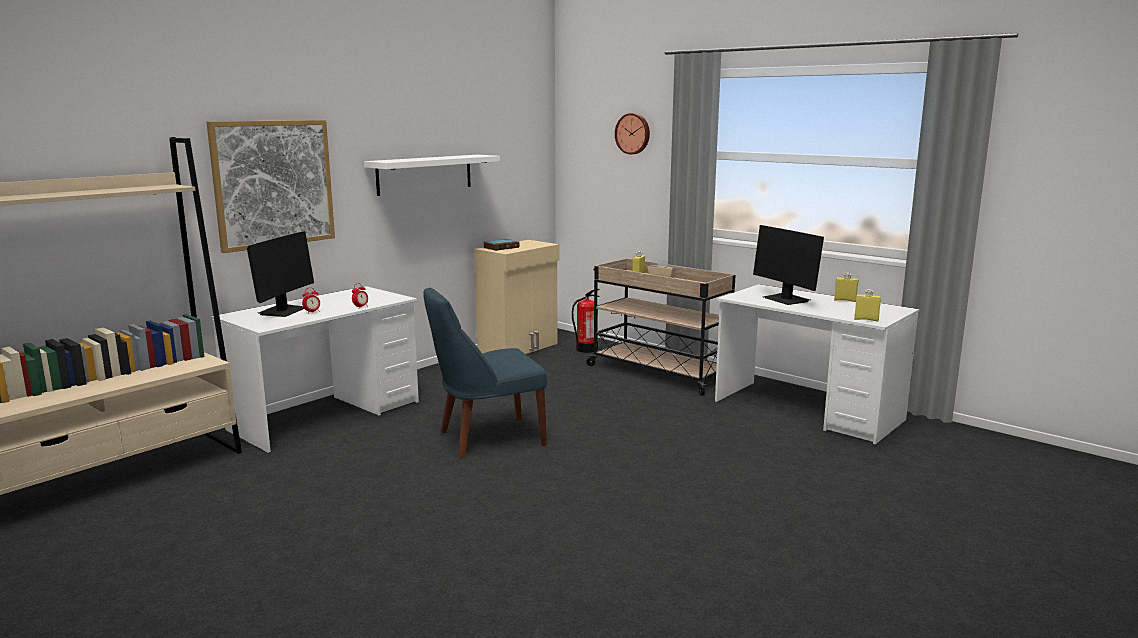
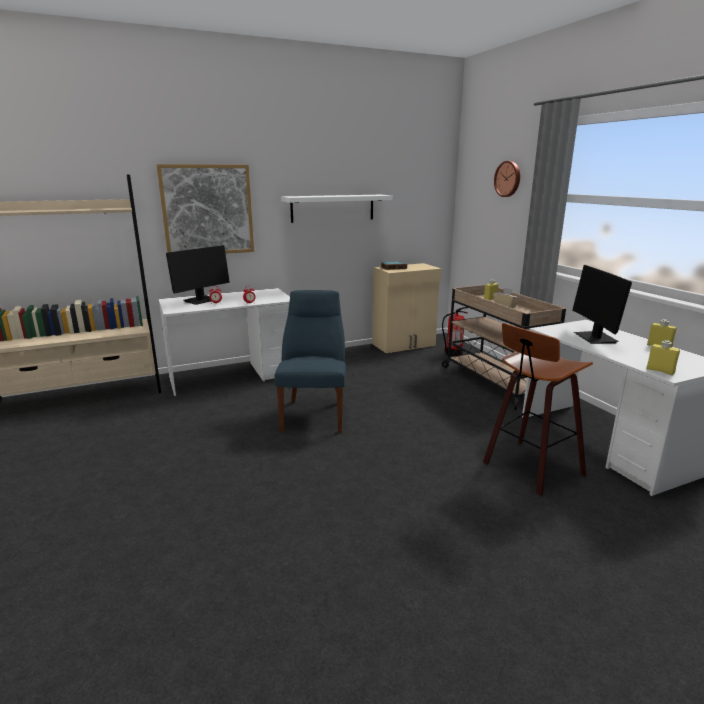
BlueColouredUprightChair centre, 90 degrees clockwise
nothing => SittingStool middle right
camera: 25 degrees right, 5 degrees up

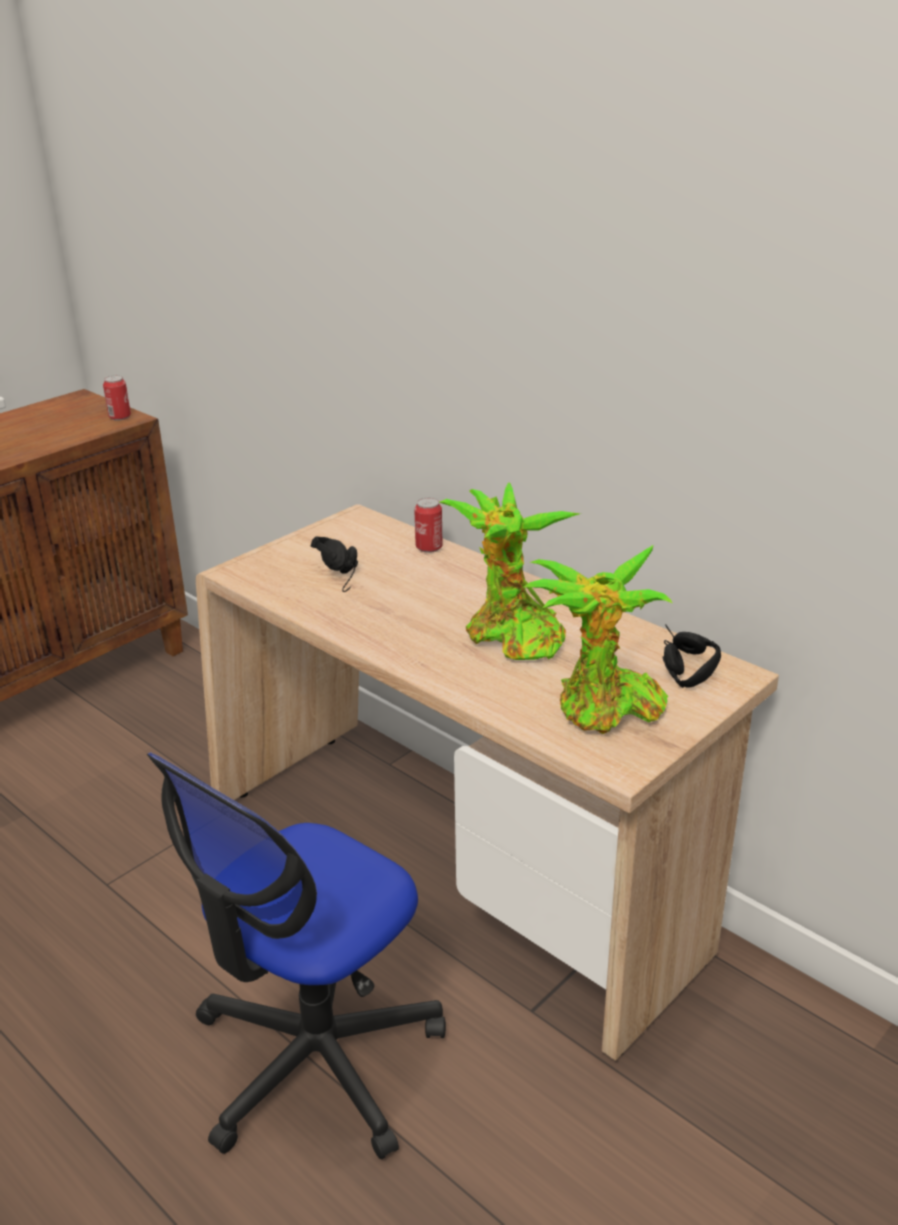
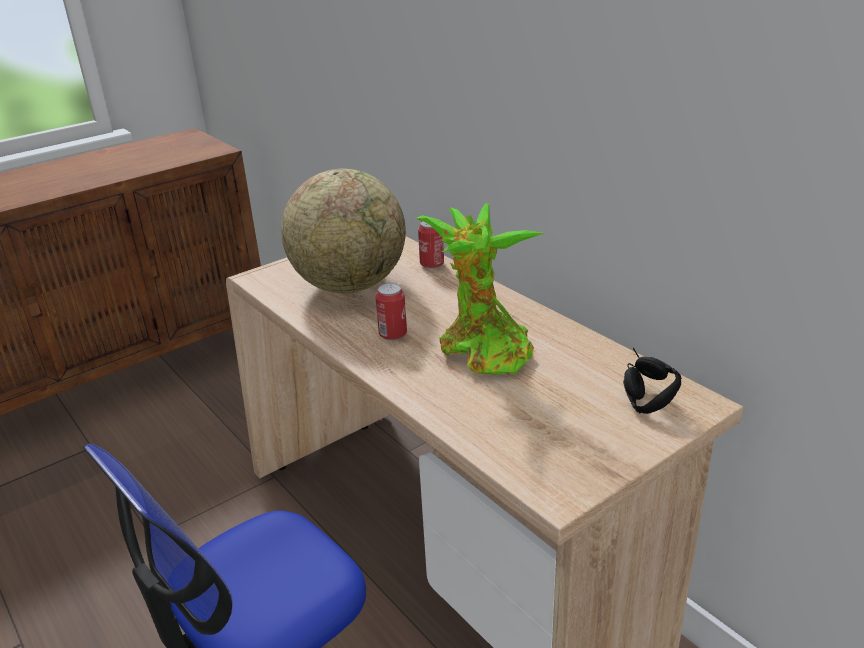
BlackishHeadset (no. 1 from left) centre => DeskGlobe centre
Can (no. 1 from left) top left => Can (no. 1 from left) centre, shifted
Houseplant (no. 2 from left) centre => nothing
camera: 10 degrees right, 0 degrees up

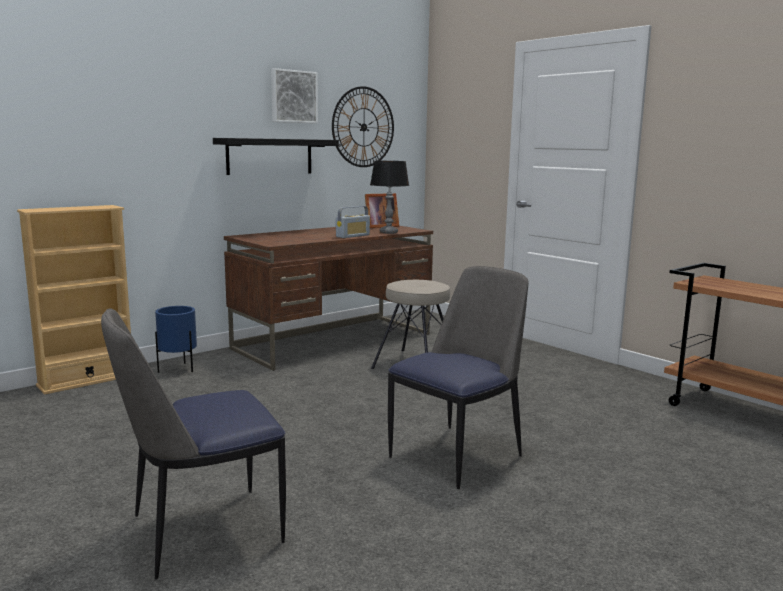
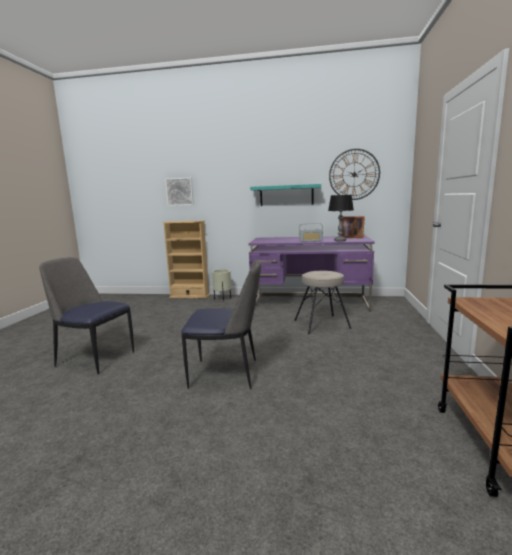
Picture top centre => Picture centre, shifted
BlueColouredPlantPot middle left => BeigePlantPot centre
BrownDeskUnit centre => PurpleDeskUnit centre
BlackishShelf top centre => TurquoiseShelf centre
camera: 50 degrees right, 0 degrees up

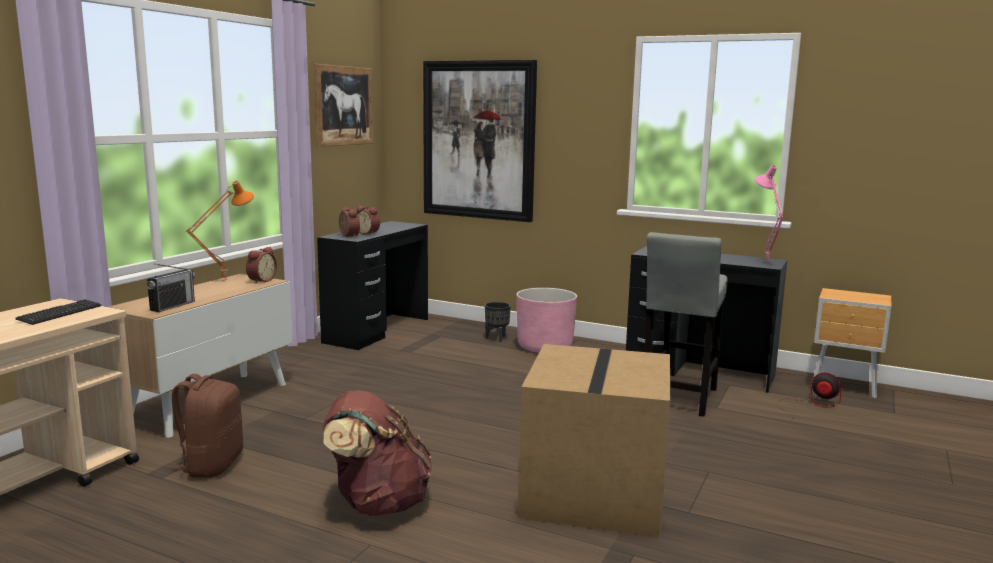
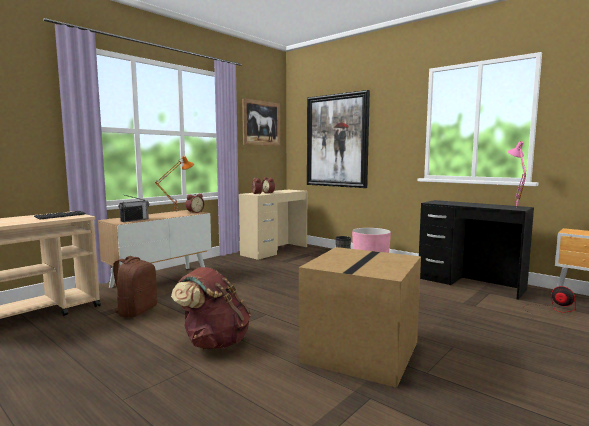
BlackishDeskUnit (no. 1 from left) centre => BeigeDeskUnit centre
GreySittingStool middle right => nothing
camera: 15 degrees right, 5 degrees down

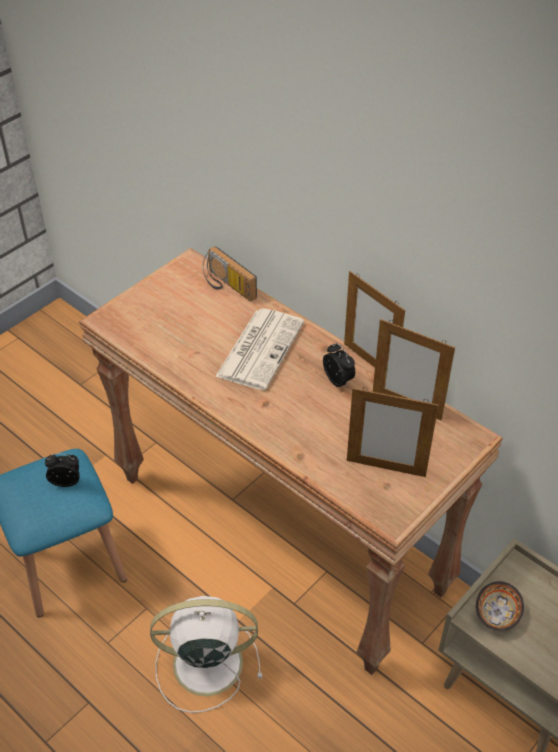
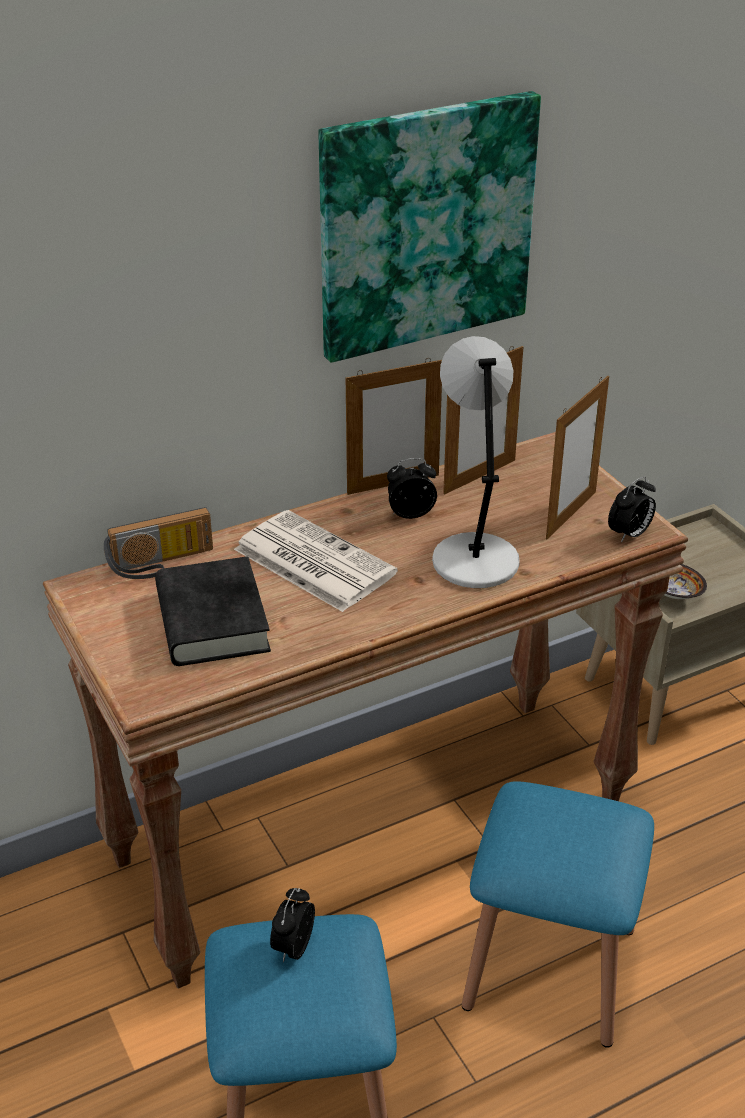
nothing => BlackishBook middle left
nothing => Picture top centre
nothing => GreyLampForATable centre
WhitishElectricFan bottom centre => BlueColouredSittingStool (no. 2 from left) bottom right
nothing => TableClock (no. 3 from left) middle right
camera: 70 degrees left, 10 degrees down

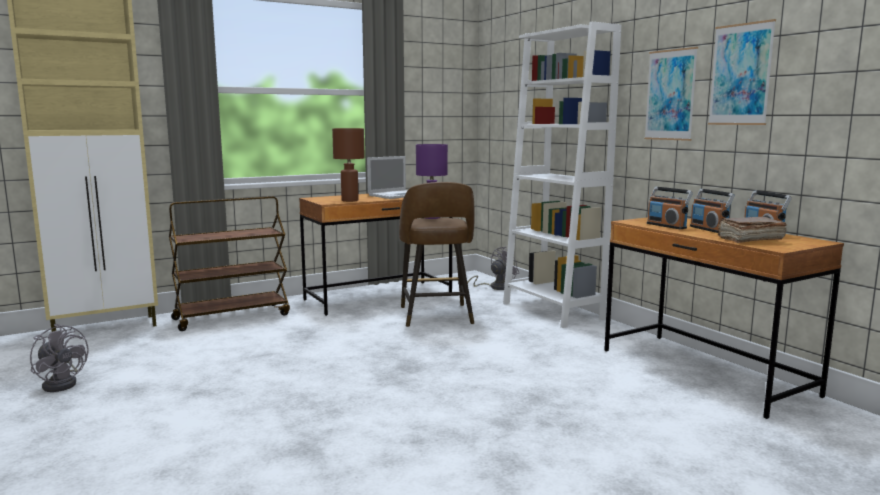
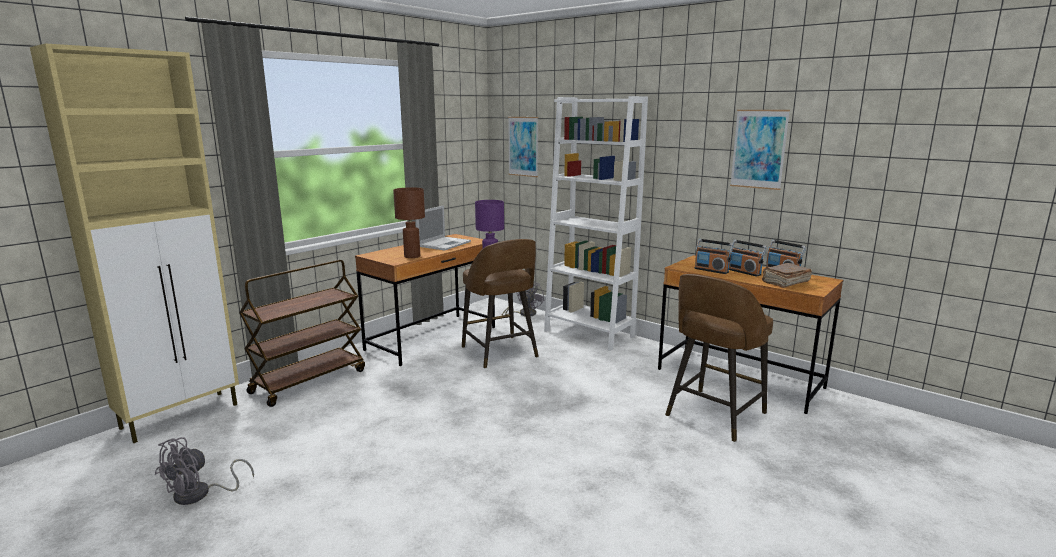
GreyElectricFan (no. 1 from left) bottom left, 105 degrees clockwise
Picture (no. 1 from left) top right => Picture (no. 1 from left) top centre, shifted
nothing => BrownSittingStool (no. 2 from left) middle right
camera: 20 degrees left, 5 degrees up

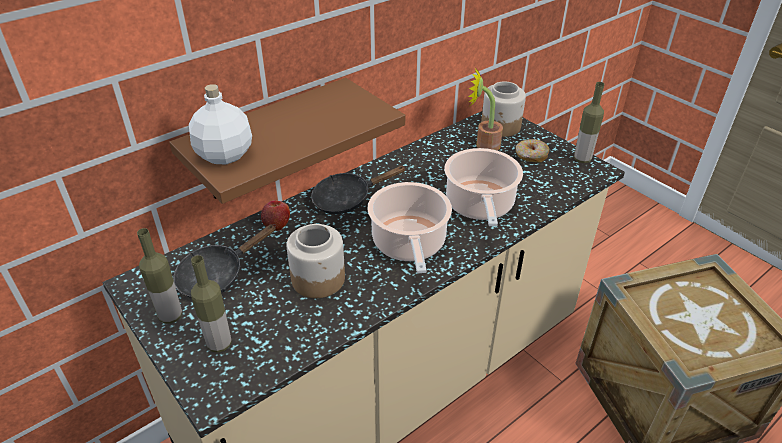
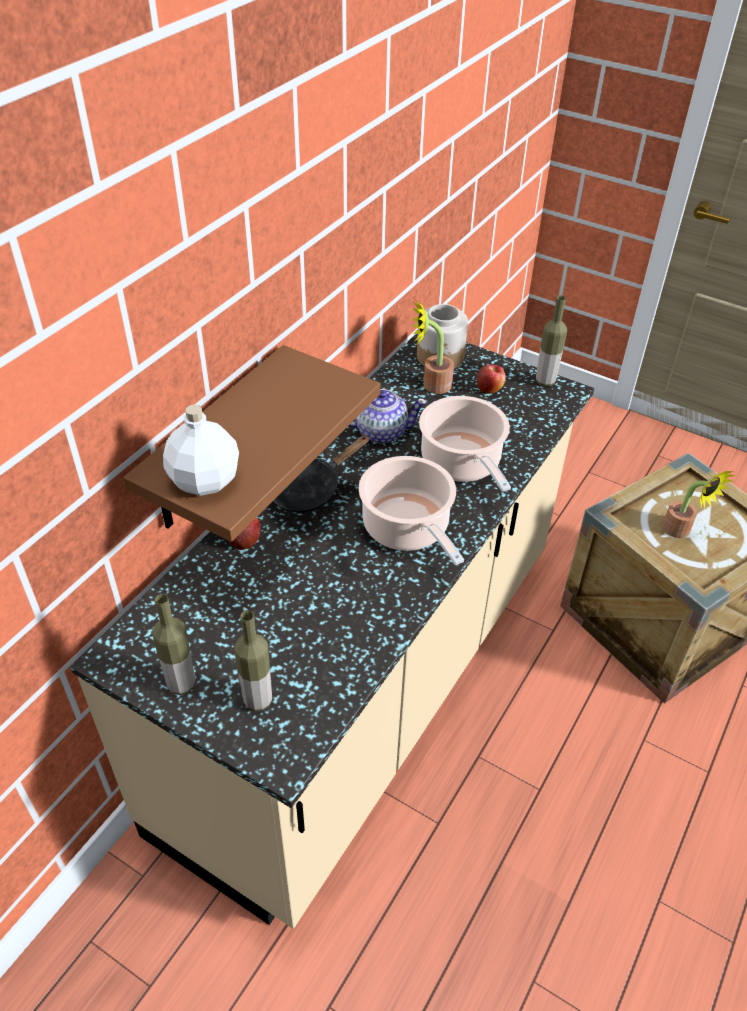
nothing => TeaPot centre
Donut middle right => AppleFruit (no. 2 from left) centre
nothing => Houseplant (no. 2 from left) middle right
BlackishPan (no. 1 from left) middle left => nothing
StorageJar (no. 1 from left) centre => nothing
camera: 20 degrees left, 5 degrees up

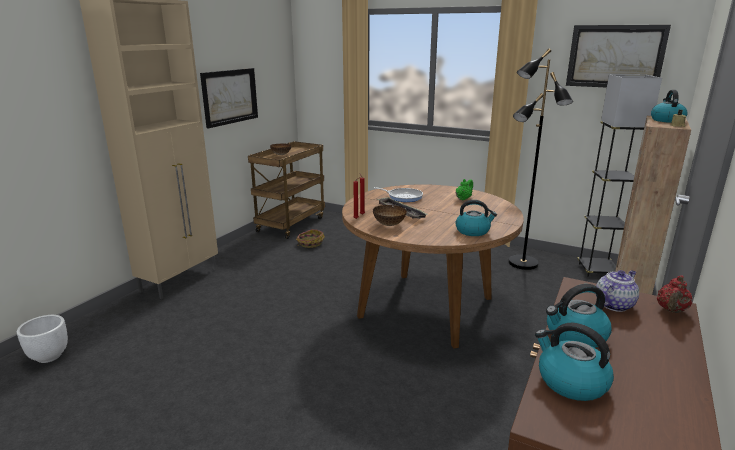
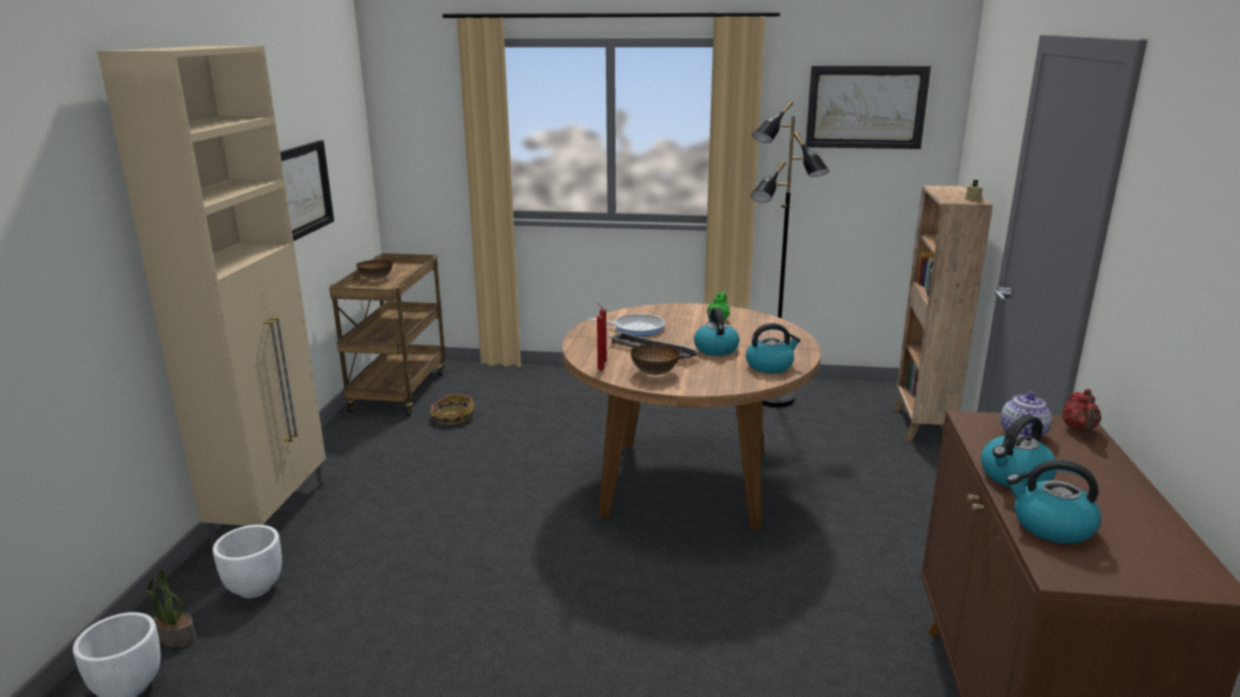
nothing => Houseplant bottom left
nothing => WhitishPlantPot (no. 2 from left) bottom left
Kettle (no. 4 from left in the first image) top right => Kettle (no. 1 from left) centre, shifted
BlackishStandingLamp (no. 2 from left) middle right => nothing
camera: 20 degrees left, 0 degrees up

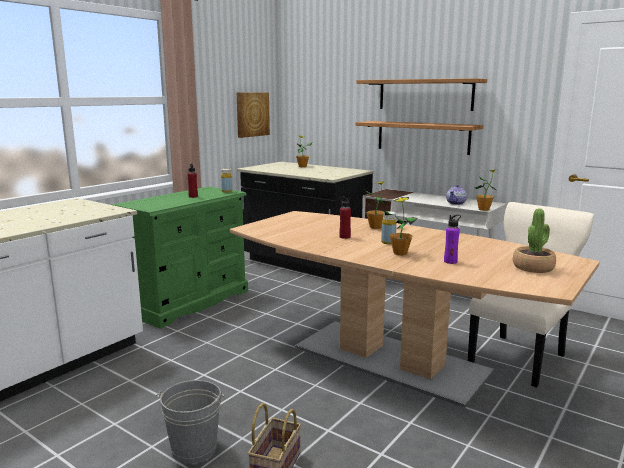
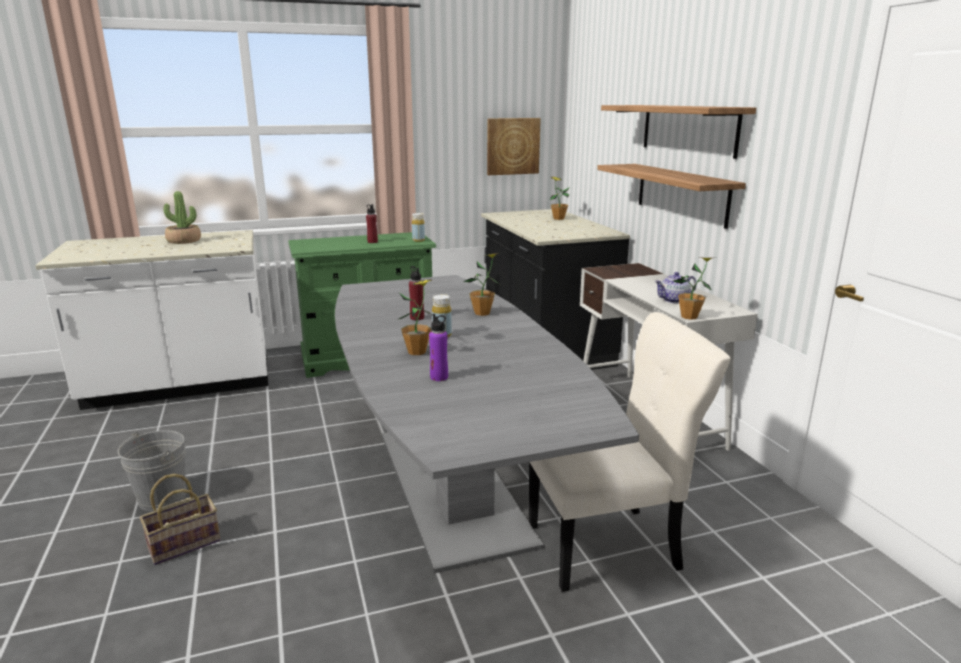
Houseplant (no. 5 from left in the first image) middle right => Houseplant (no. 1 from left) top left, shifted
BrownDinnerTable centre => GreyDinnerTable centre
camera: 35 degrees right, 5 degrees up

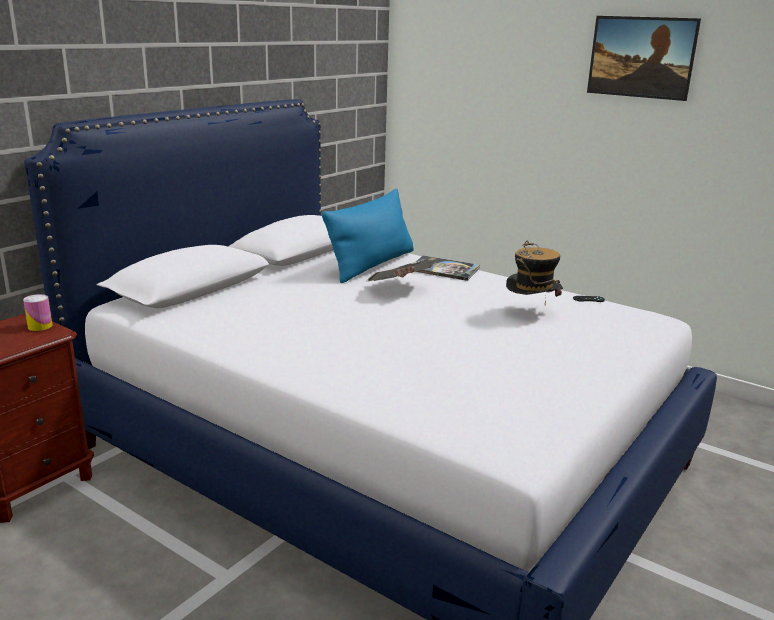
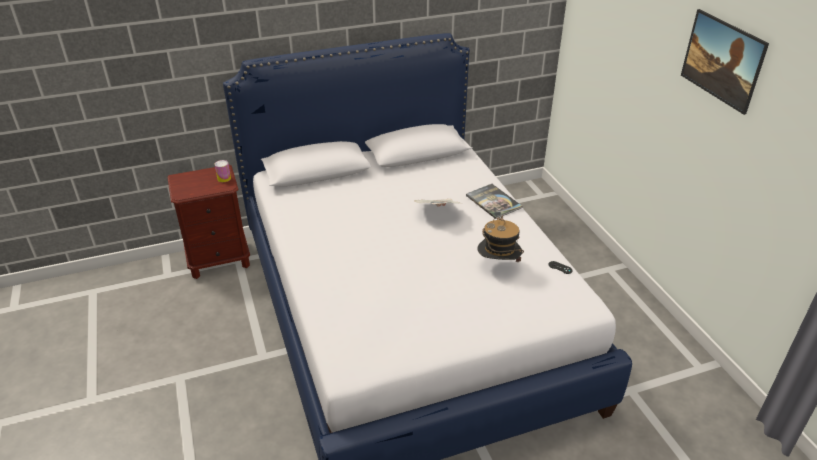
BlueColouredCushion centre => nothing
camera: 35 degrees right, 15 degrees up

